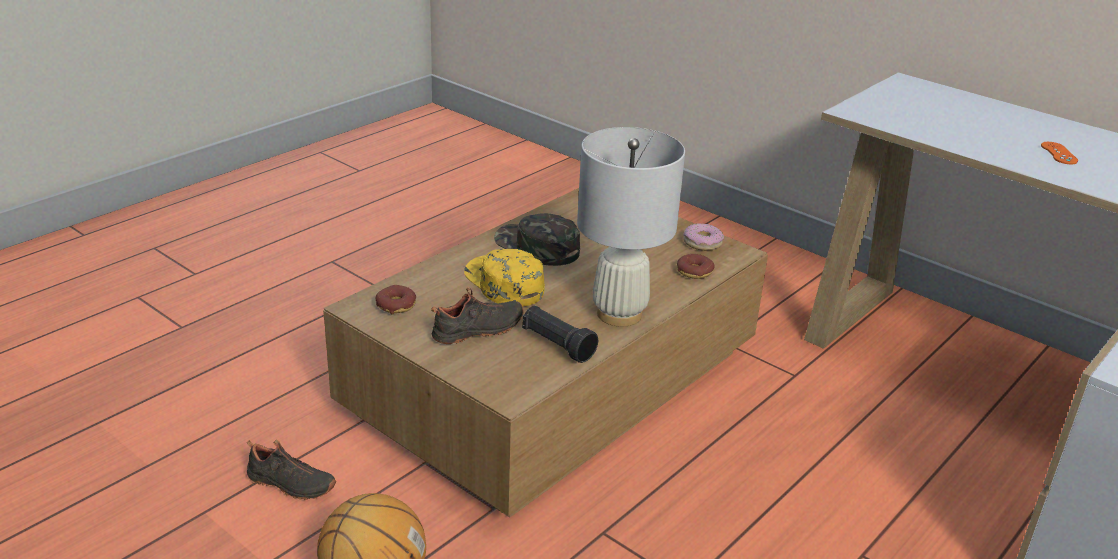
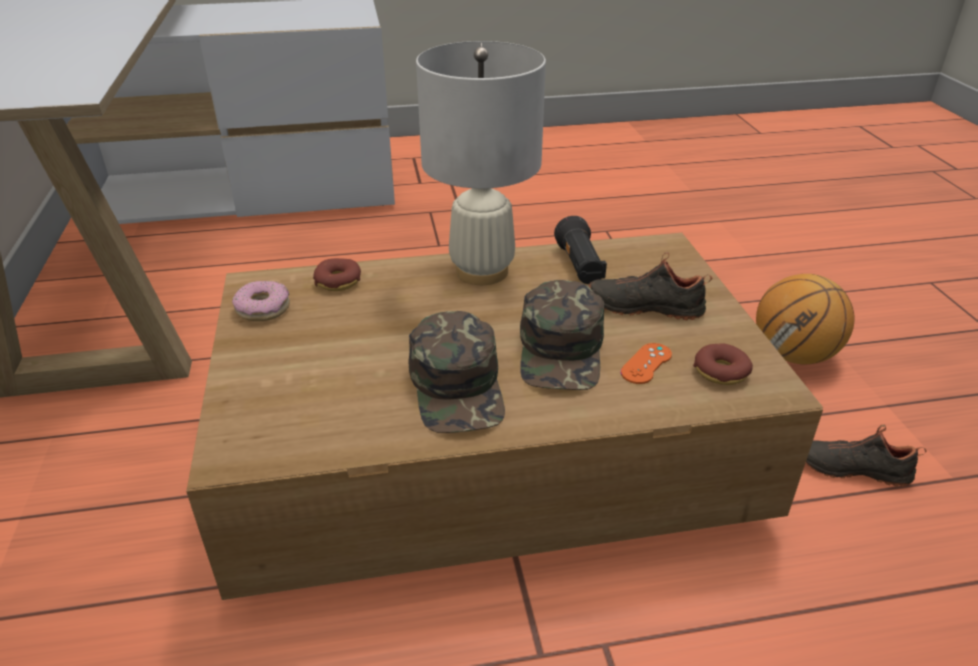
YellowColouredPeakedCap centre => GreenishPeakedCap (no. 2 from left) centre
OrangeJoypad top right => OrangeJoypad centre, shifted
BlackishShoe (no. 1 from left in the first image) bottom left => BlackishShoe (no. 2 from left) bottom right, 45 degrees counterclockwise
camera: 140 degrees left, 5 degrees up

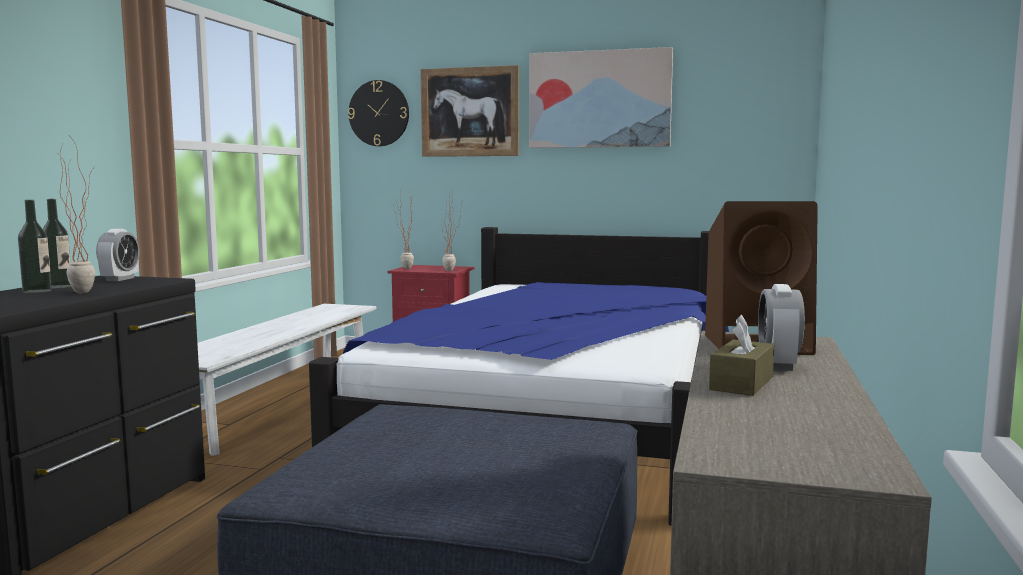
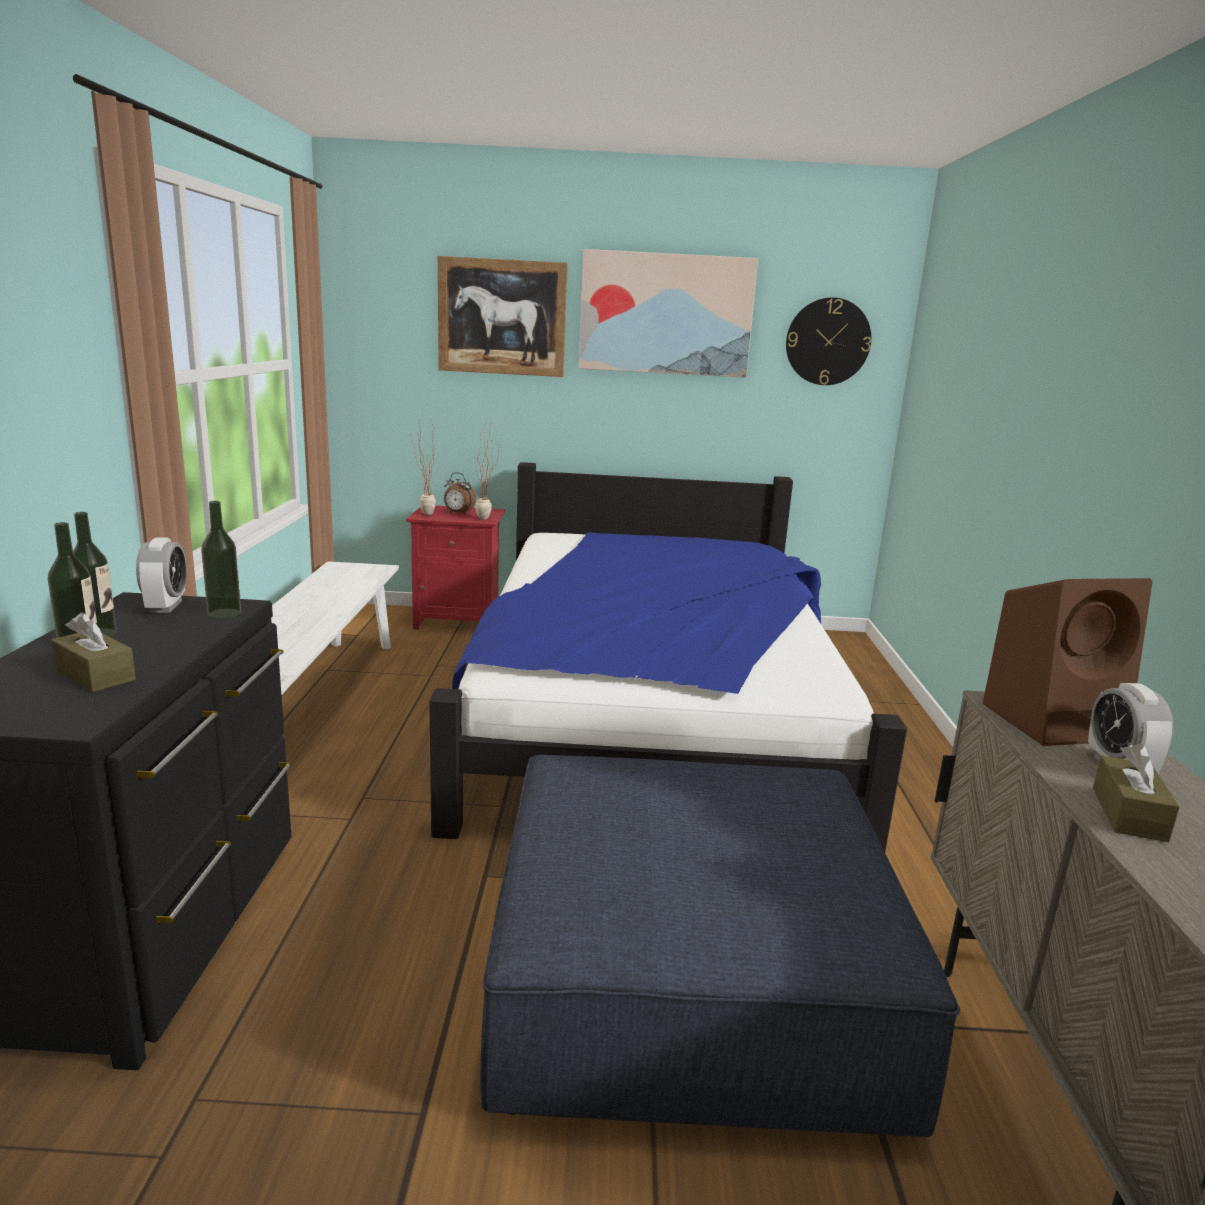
nothing => BrownBoxOfTissues (no. 1 from left) middle left
nothing => Bottle (no. 3 from left) middle left
nothing => TableClock (no. 2 from left) centre
ClockOnTheWall top centre => ClockOnTheWall top right, shifted
Houseplant (no. 1 from left) middle left => nothing
camera: 15 degrees left, 10 degrees up

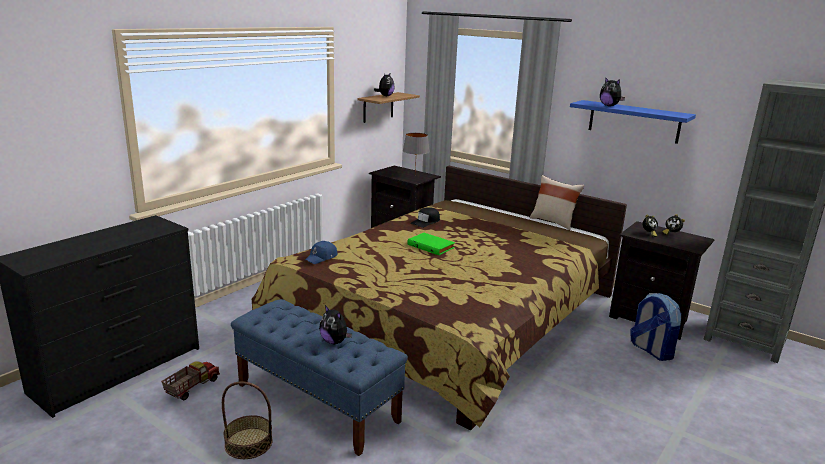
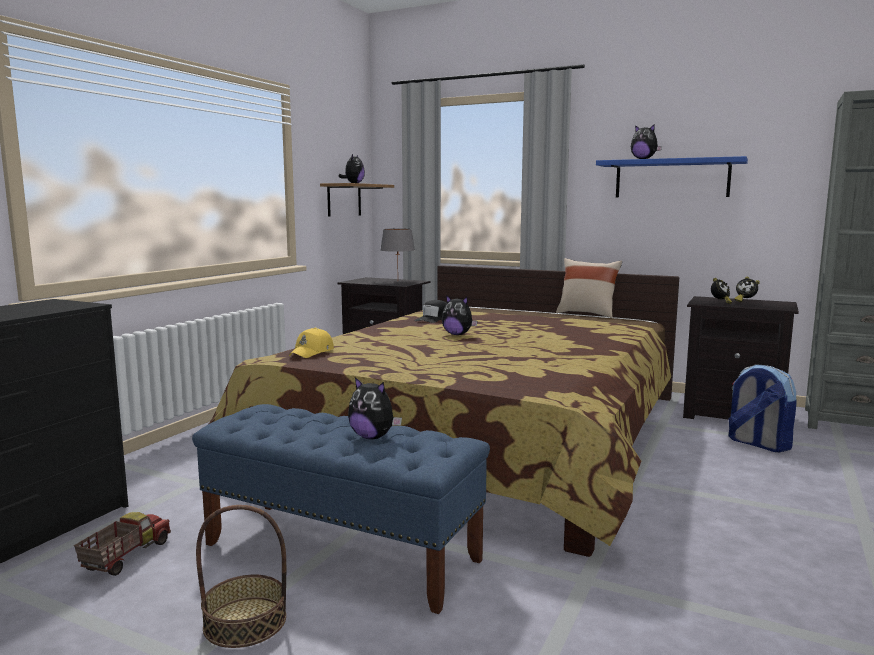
BlueColouredPeakedCap centre => YellowColouredPeakedCap centre
GreenishBook centre => PlushToy (no. 3 from left) centre
camera: 10 degrees left, 10 degrees down

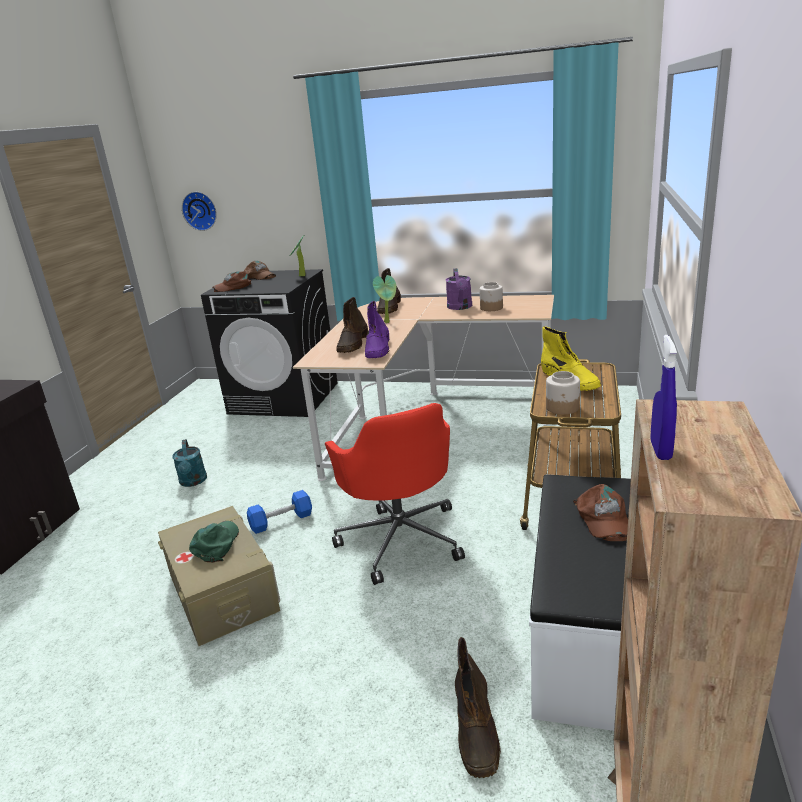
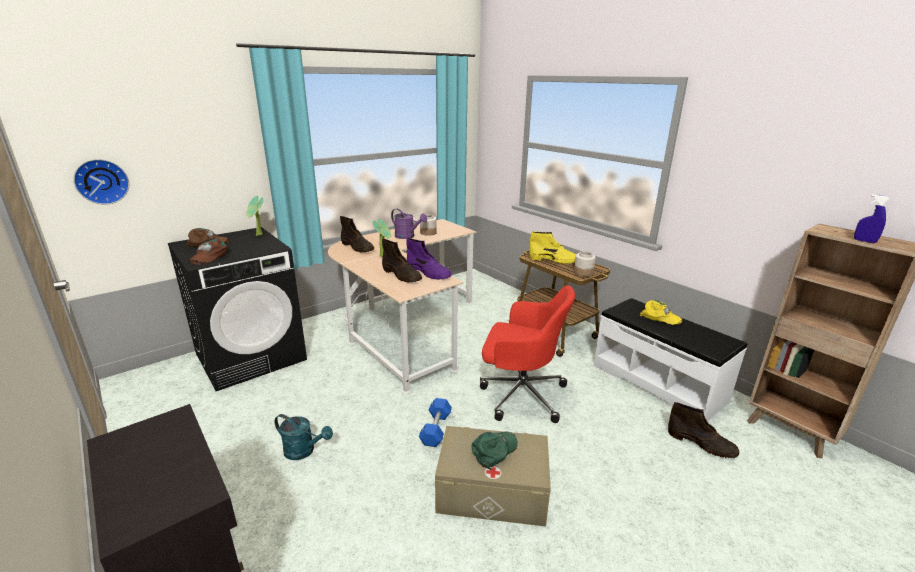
GreenishPeakedCap bottom left => GreenishPeakedCap bottom centre, 90 degrees clockwise
BrownPeakedCap (no. 3 from left) middle right => YellowColouredPeakedCap middle right
camera: 55 degrees left, 0 degrees up

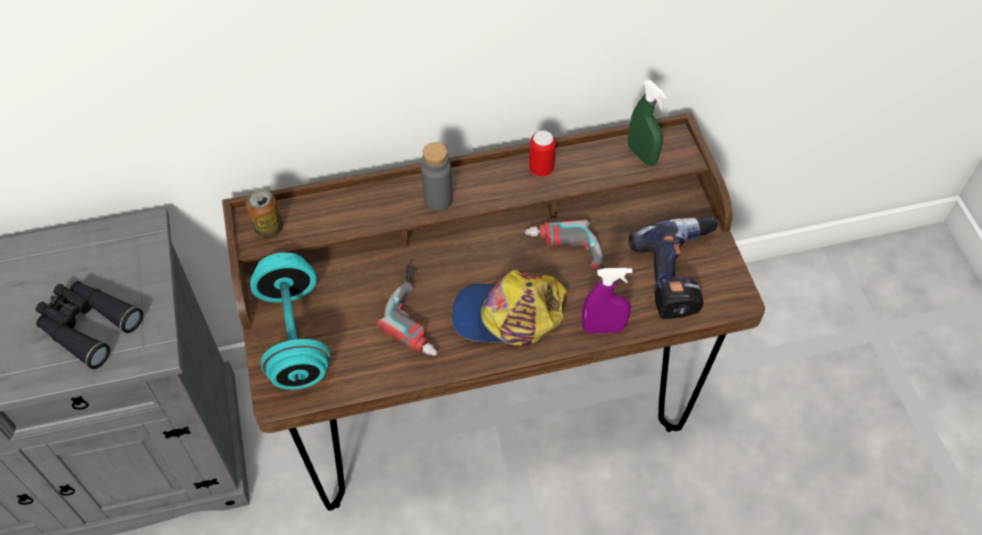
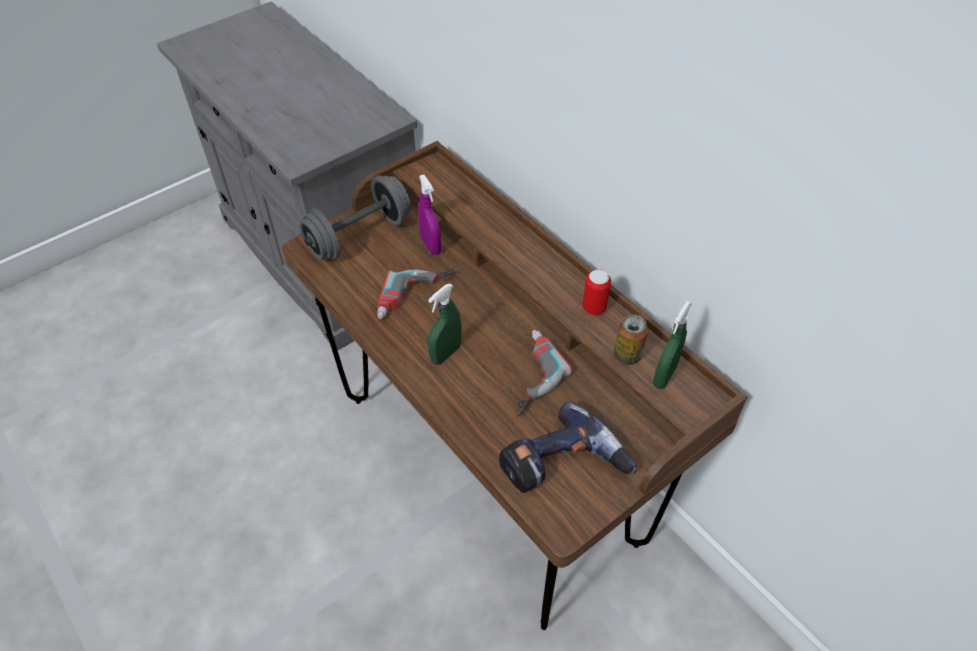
TurquoiseFreeWeight middle left => GreyFreeWeight centre
PurpleSprayBottle centre => PurpleSprayBottle top centre, shifted
PeakedCap centre => GreenishSprayBottle (no. 1 from left) centre
Can (no. 1 from left in the first image) middle left => Can (no. 2 from left) centre, shifted
BlackishPairOfBinoculars middle left => nothing
GreyBottle top centre => nothing
camera: 65 degrees right, 5 degrees down

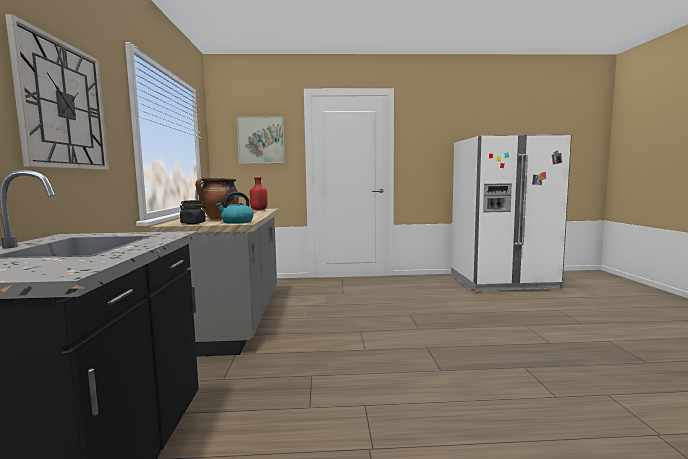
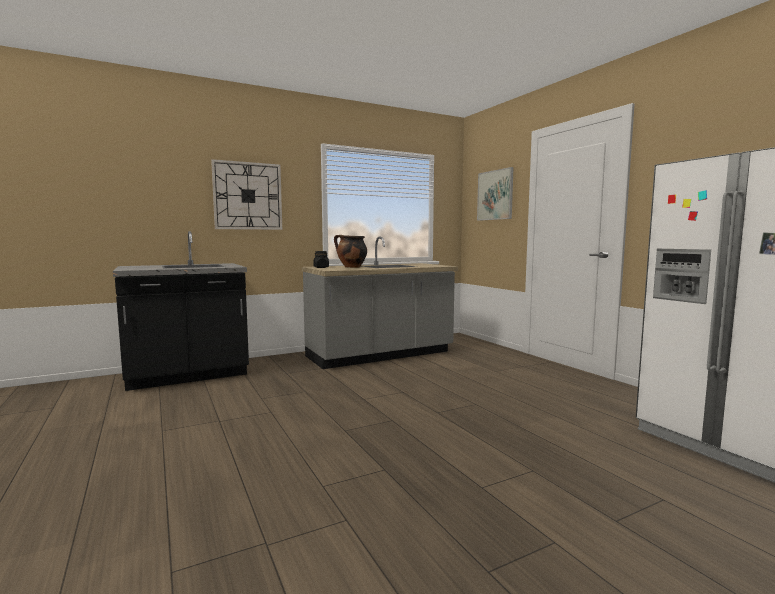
Kettle centre => nothing
RedBottle centre => nothing
camera: 65 degrees right, 0 degrees up

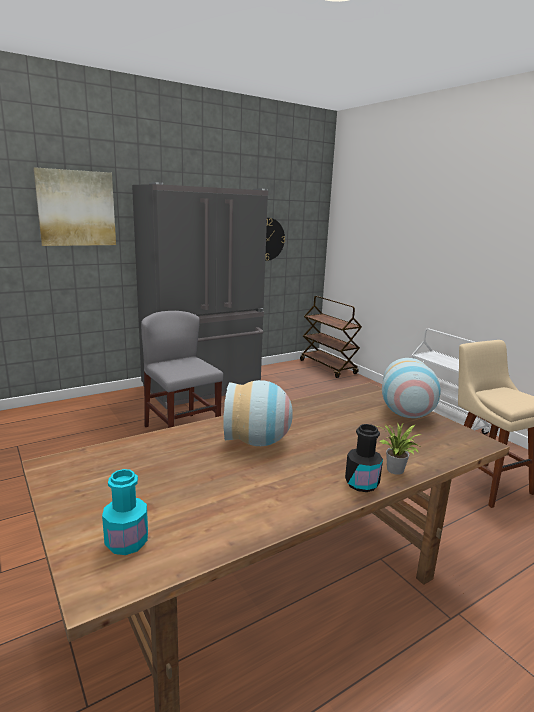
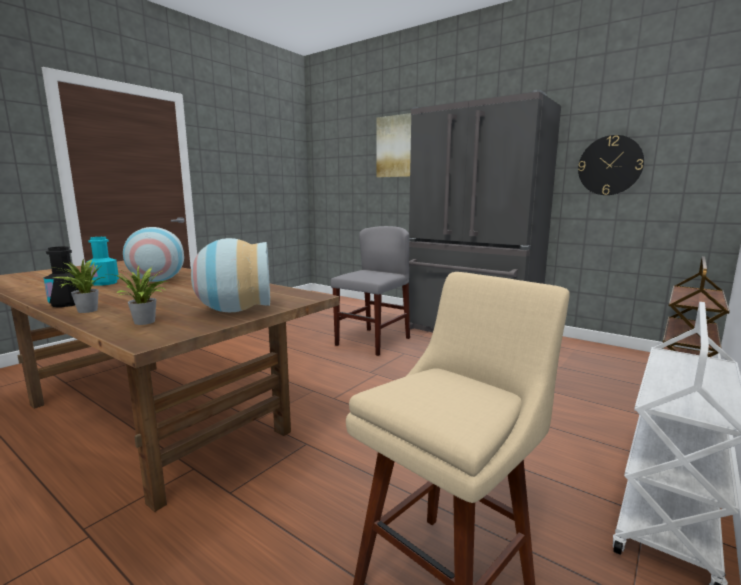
TurquoiseBottle bottom left => TurquoiseBottle middle left, shifted
nothing => Houseplant (no. 2 from left) middle left
camera: 70 degrees right, 5 degrees down

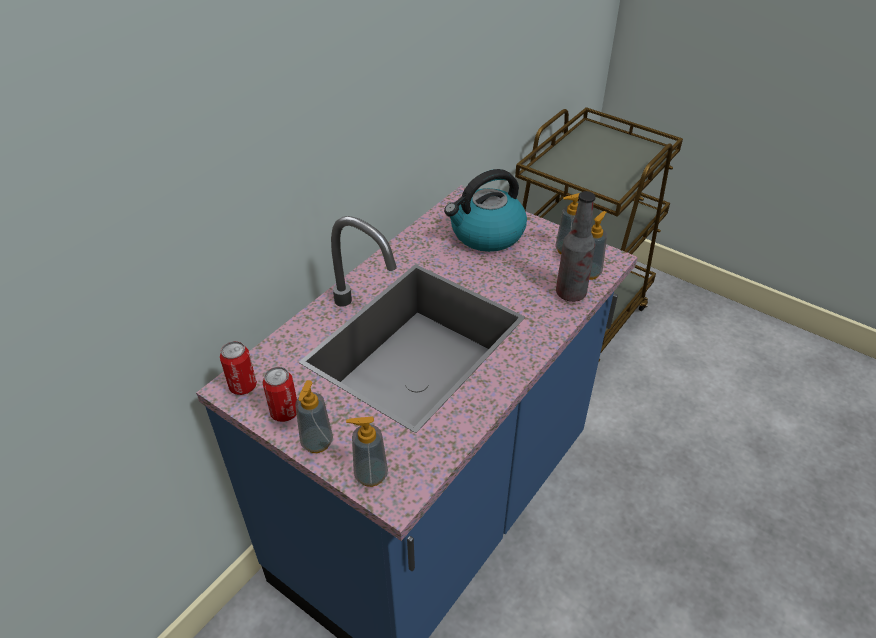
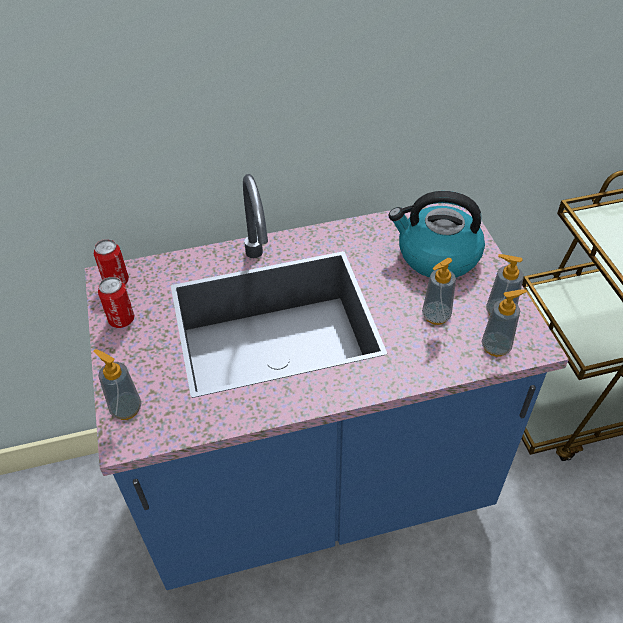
SoapDispenser (no. 1 from left in the first image) centre => SoapDispenser (no. 2 from left) middle right, shifted
Bottle centre => nothing
camera: 40 degrees right, 5 degrees up

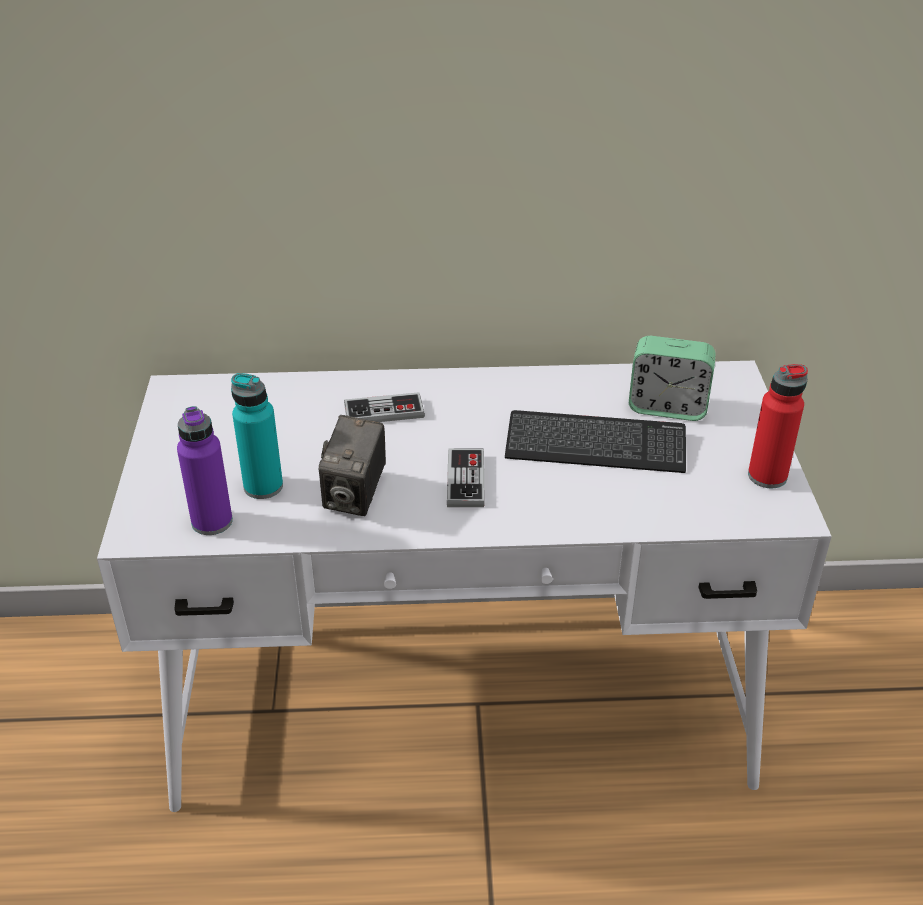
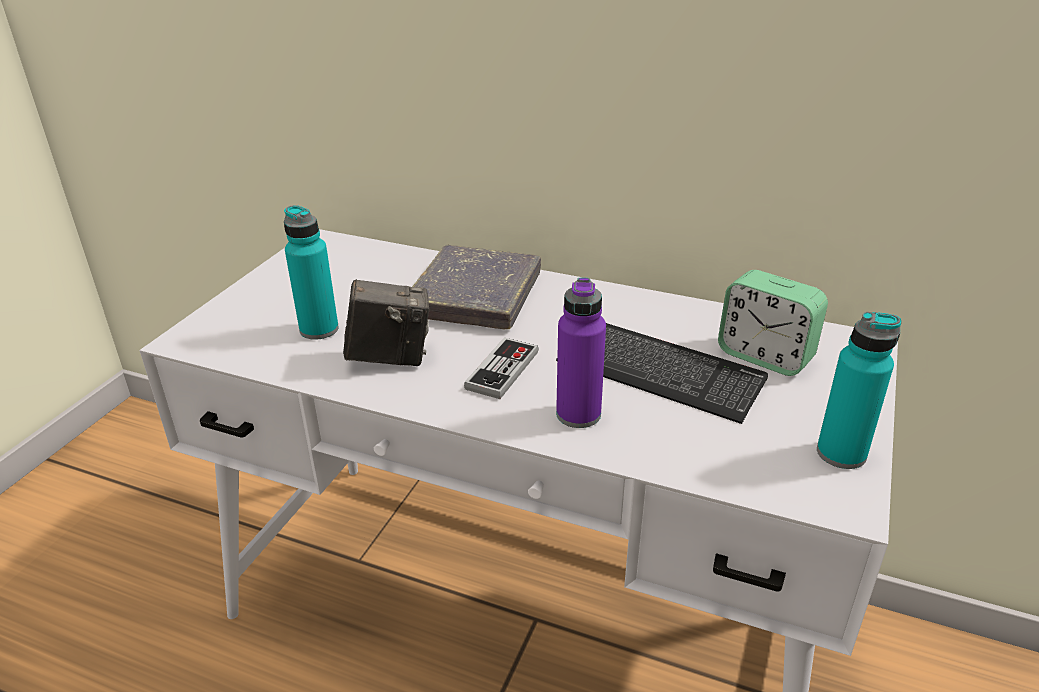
PhotoCamera centre, 135 degrees counterclockwise
Joypad (no. 1 from left) centre => GreyBook centre
PurpleBottle middle left => PurpleBottle centre, shifted
RedBottle middle right => TurquoiseBottle (no. 2 from left) middle right
camera: 25 degrees right, 5 degrees down

